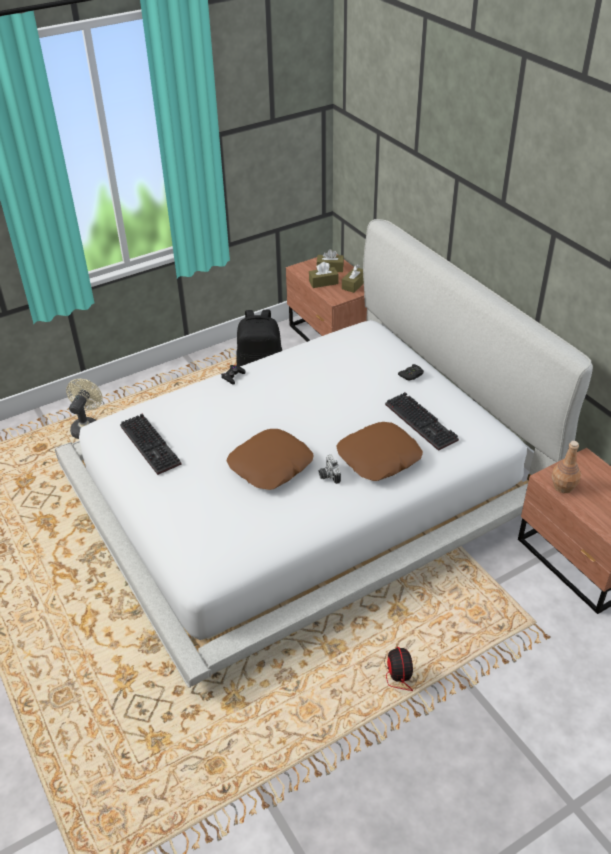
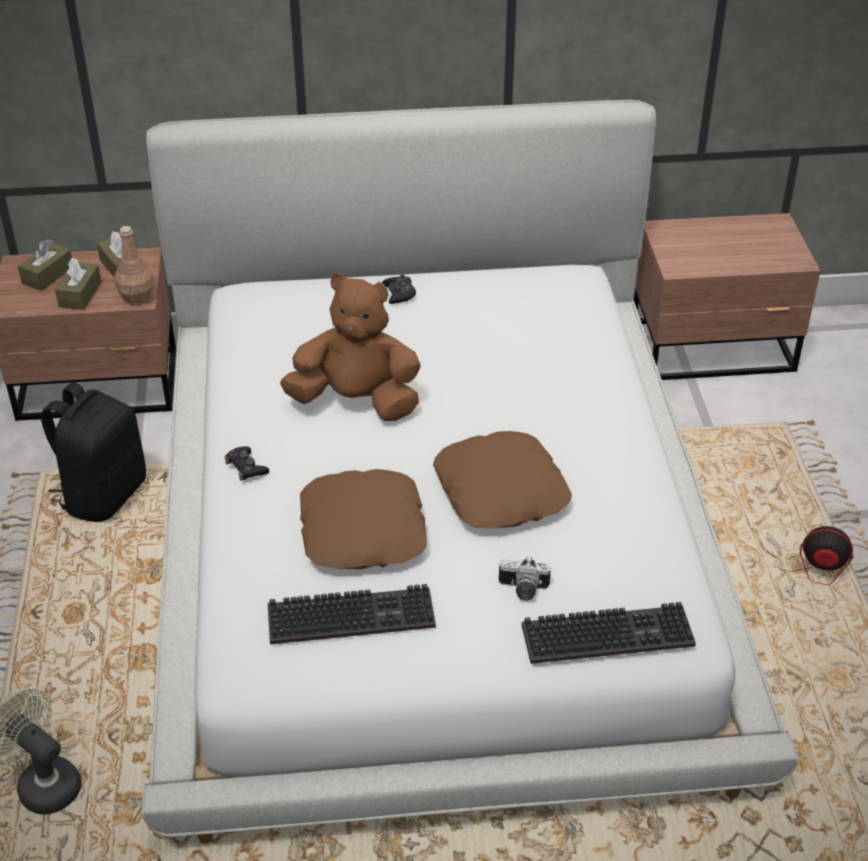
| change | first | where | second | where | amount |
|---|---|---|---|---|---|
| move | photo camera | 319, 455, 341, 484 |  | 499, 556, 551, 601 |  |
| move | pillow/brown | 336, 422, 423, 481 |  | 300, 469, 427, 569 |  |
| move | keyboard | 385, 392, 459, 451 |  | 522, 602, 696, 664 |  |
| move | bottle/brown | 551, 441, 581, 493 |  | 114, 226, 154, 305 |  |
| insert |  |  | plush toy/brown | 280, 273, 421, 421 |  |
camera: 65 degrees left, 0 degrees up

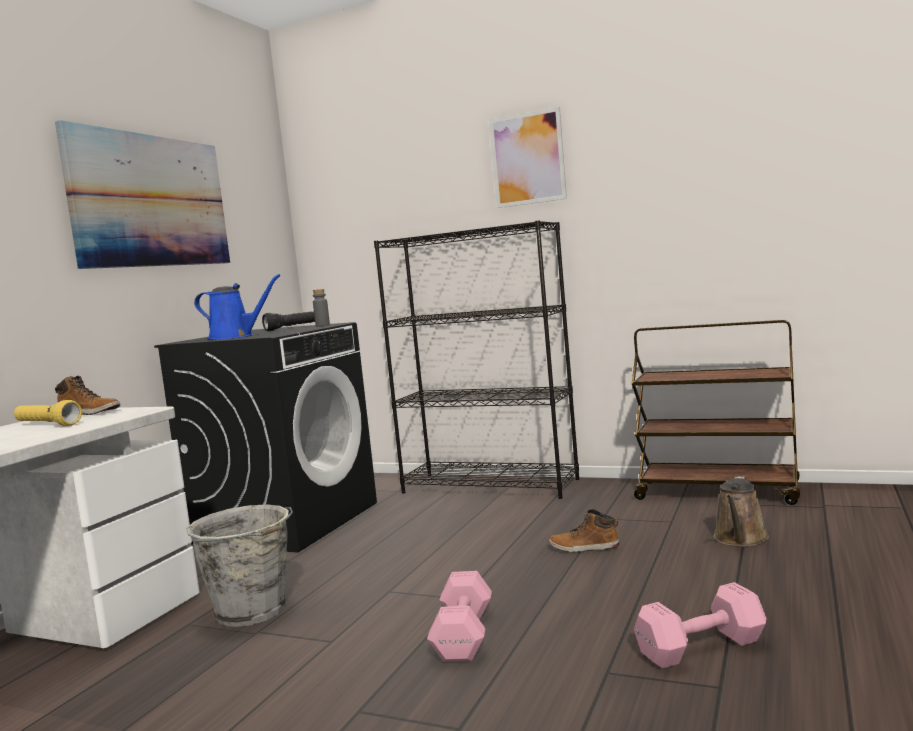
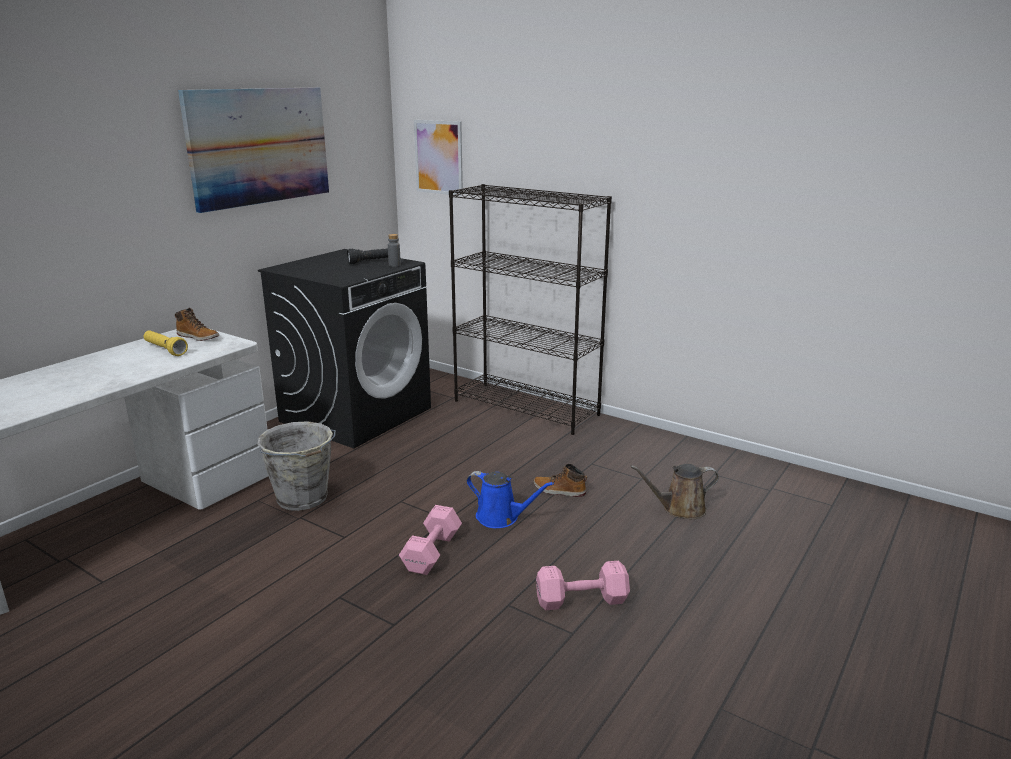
| change | first | where | second | where | amount |
|---|---|---|---|---|---|
| move | watering can/blue | 194, 274, 280, 340 |  | 467, 471, 554, 528 |  |
| move | picture | 489, 107, 567, 208 |  | 414, 120, 463, 196 |  |
| delete | cart/brown | 632, 320, 800, 505 |  |  |  |
| rotate | watering can/brown | 714, 476, 769, 547 |  | 630, 464, 719, 519 | 45 degrees clockwise |
camera: 10 degrees right, 15 degrees up

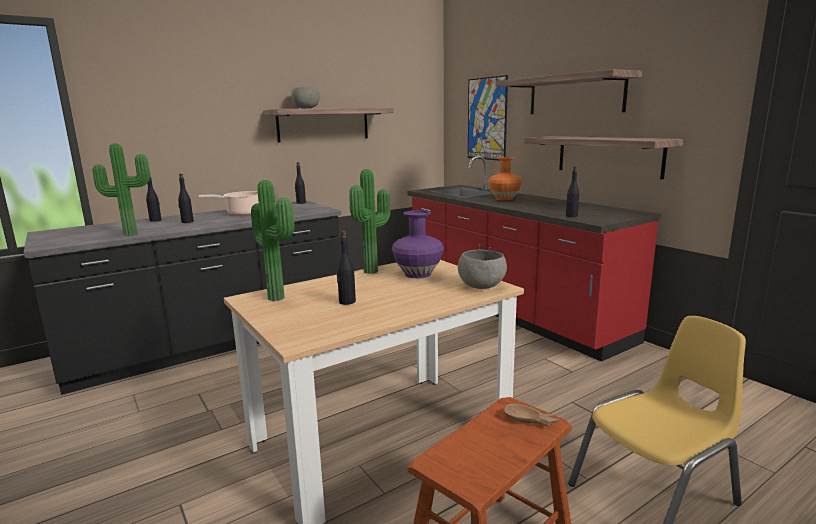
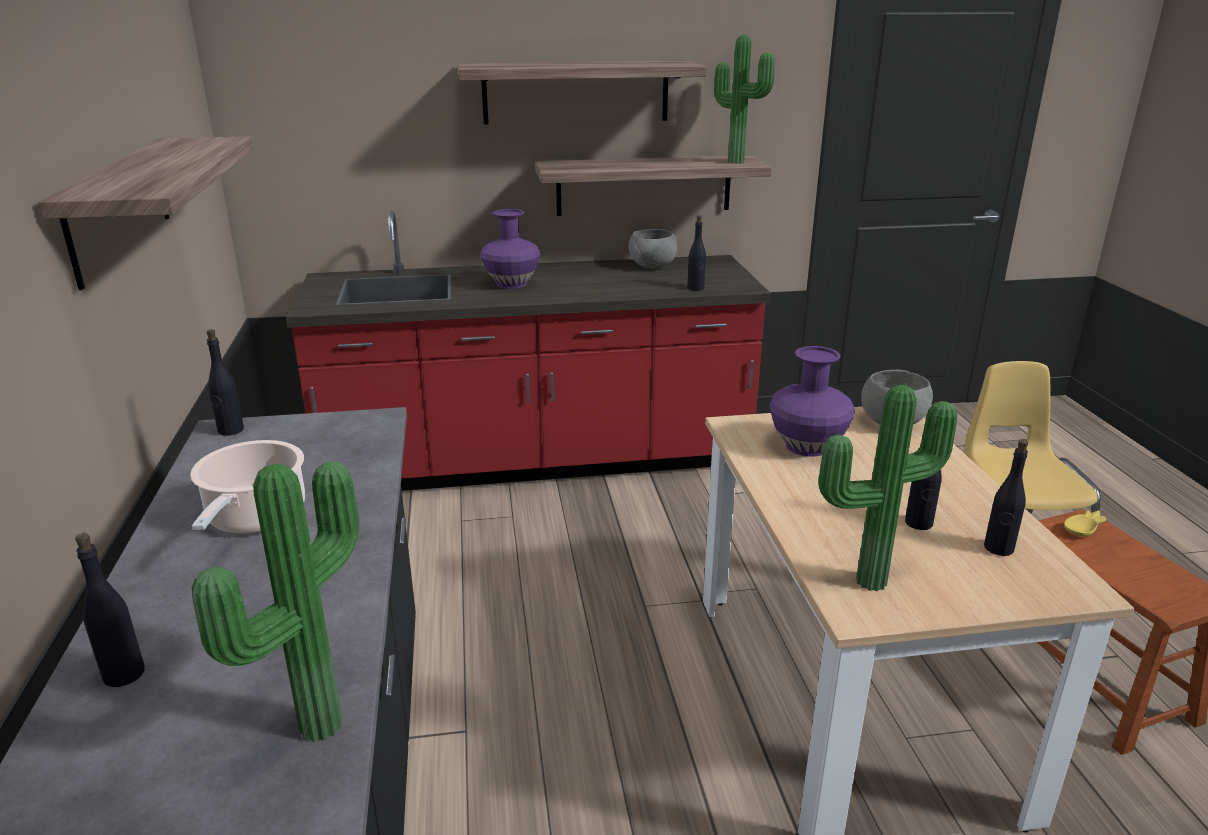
| change | first | where | second | where | amount |
|---|---|---|---|---|---|
| move | bottle/black | 178, 174, 194, 223 |  | 984, 439, 1028, 556 |  |
| move | bowl/grey | 291, 87, 320, 109 |  | 629, 229, 677, 269 |  |
| move | potted plant | 349, 169, 391, 274 |  | 714, 35, 775, 164 |  |
| delete | picture | 468, 75, 508, 161 |  |  |  |
| recolor | vase/orange | 488, 157, 522, 200 | vase/purple | 480, 209, 540, 289 |  |
| recolor | bowl/brown | 504, 404, 559, 426 | bowl/yellow | 1064, 510, 1106, 537 |  |
camera: 65 degrees left, 10 degrees up

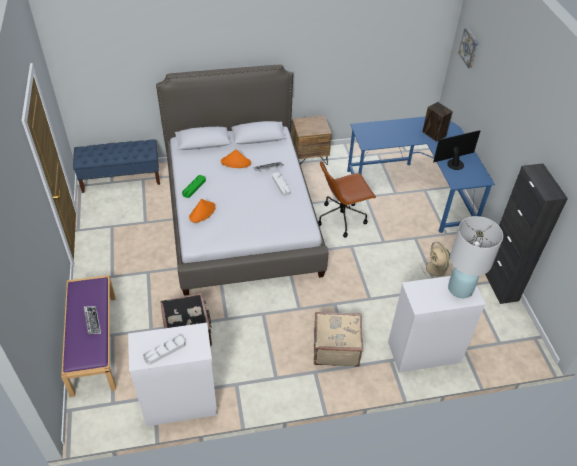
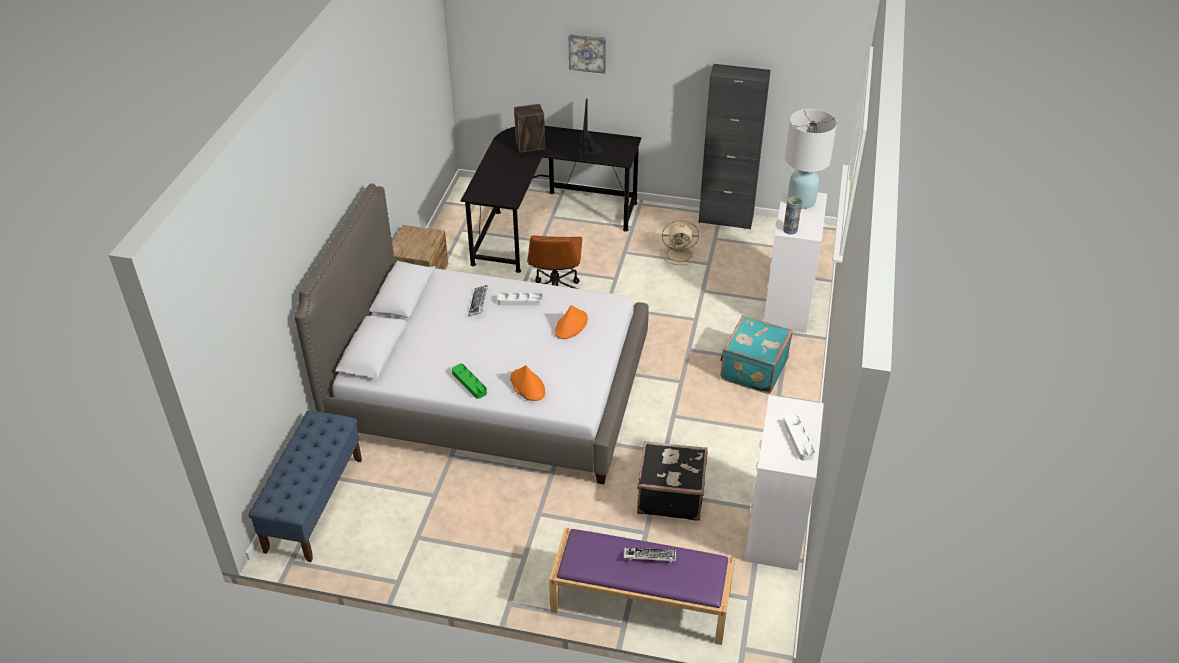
| change | first | where | second | where | amount |
|---|---|---|---|---|---|
| move | hat/orange | 221, 149, 251, 168 |  | 555, 305, 588, 339 |  |
| recolor | suitcase/beige | 314, 312, 363, 367 | suitcase/turquoise | 720, 315, 793, 394 |  |
| recolor | desk/blue | 347, 116, 495, 233 | desk/black | 461, 126, 642, 273 |  |
| move | picture | 458, 28, 479, 68 |  | 569, 34, 606, 74 |  |
| insert |  |  | vase | 783, 197, 802, 235 |  |
camera: 65 degrees left, 5 degrees down

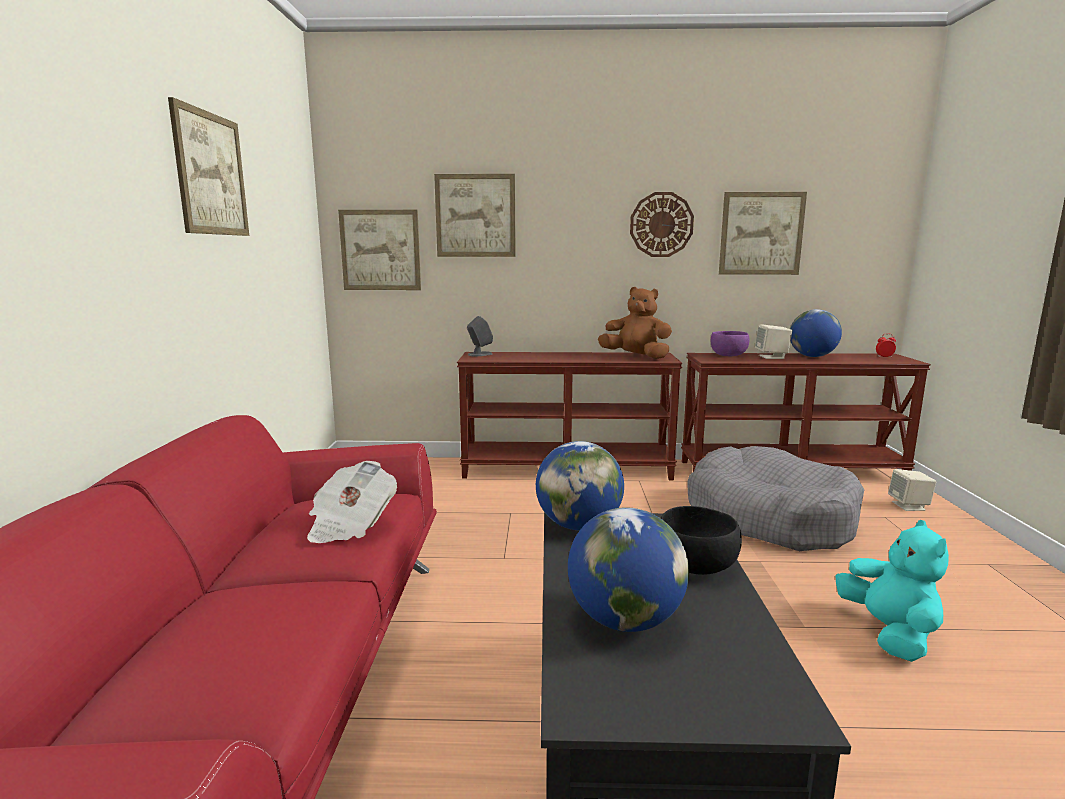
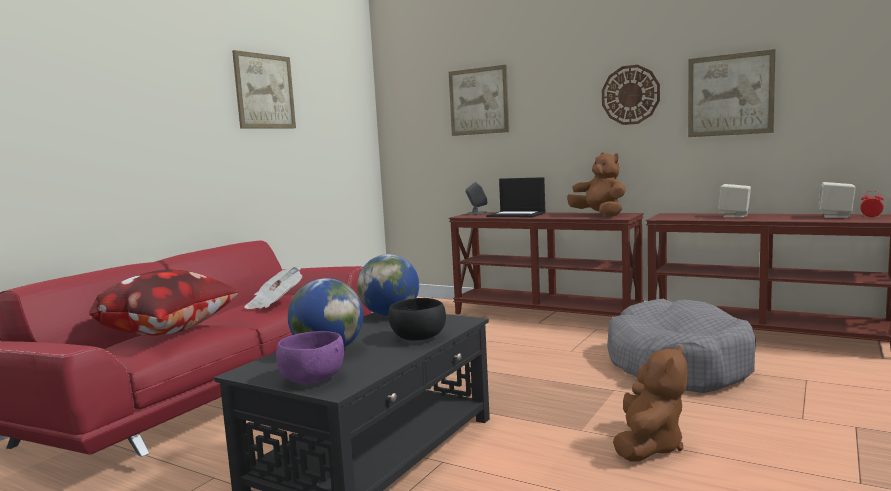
| change | first | where | second | where | amount |
|---|---|---|---|---|---|
| delete | picture | 338, 210, 421, 290 |  |  |  |
| move | bowl/purple | 711, 331, 749, 356 |  | 276, 331, 344, 384 |  |
| delete | globe | 790, 309, 842, 357 |  |  |  |
| recolor | plush toy/turquoise | 836, 520, 949, 662 | plush toy/brown | 613, 345, 688, 462 |  |
| move | speaker/beige | 888, 469, 936, 511 |  | 818, 182, 856, 218 |  |
| insert |  |  | pillow | 89, 269, 240, 336 |  |
| insert |  |  | laptop | 486, 177, 545, 217 |  |
camera: 30 degrees right, 5 degrees down

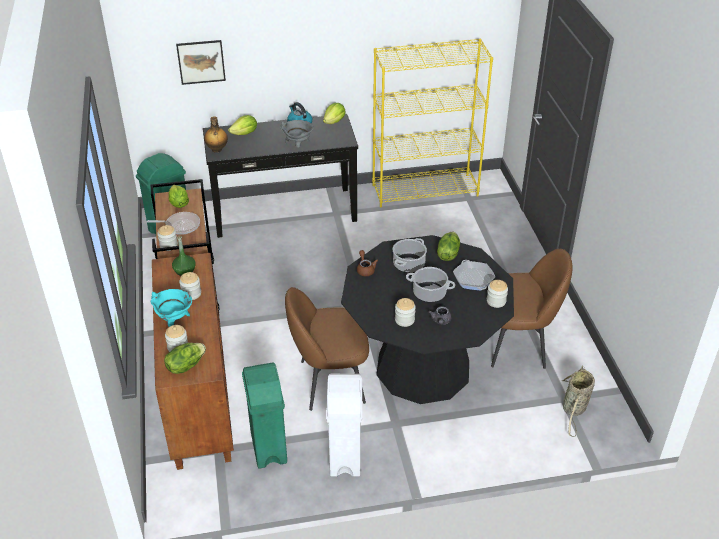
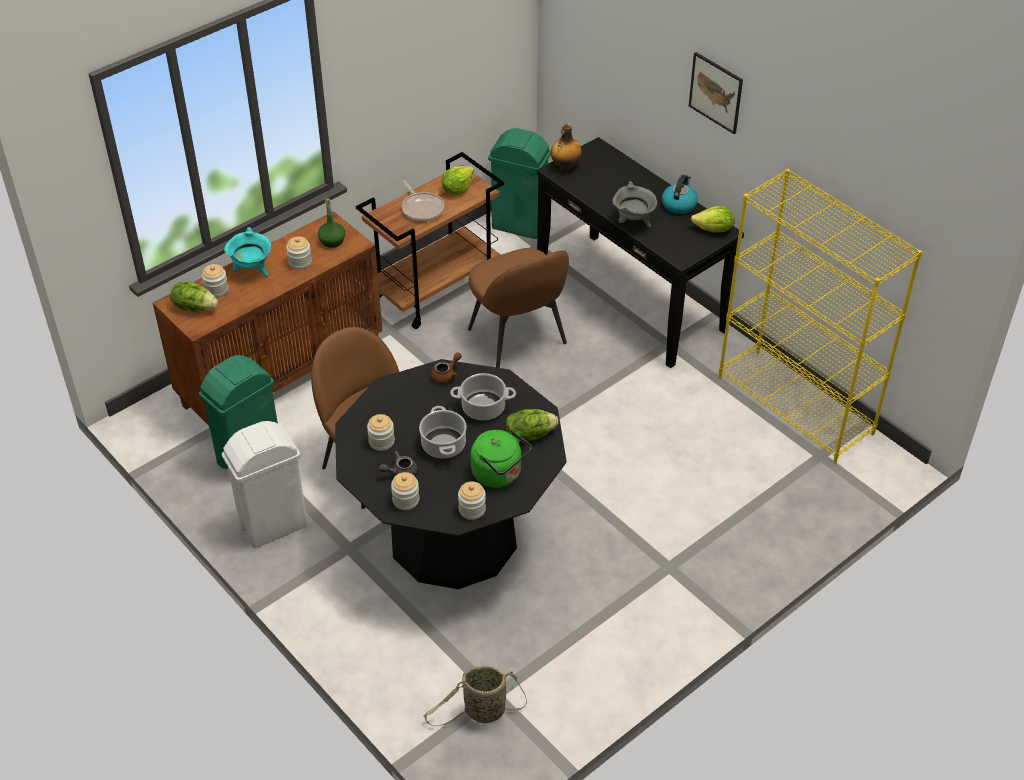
| change | first | where | second | where | amount |
|---|---|---|---|---|---|
| move | jar | 157, 225, 178, 251 |  | 391, 472, 419, 510 |  |
| move | picture | 176, 40, 226, 85 |  | 689, 52, 743, 134 |  |
| delete | lettuce | 228, 115, 257, 135 |  |  |  |
| replace | frying pan | 453, 260, 495, 291 | kettle/green | 471, 430, 532, 488 |  |
| move | chair/brown | 491, 249, 573, 369 |  | 468, 248, 569, 368 |  |
camera: 60 degrees right, 5 degrees up

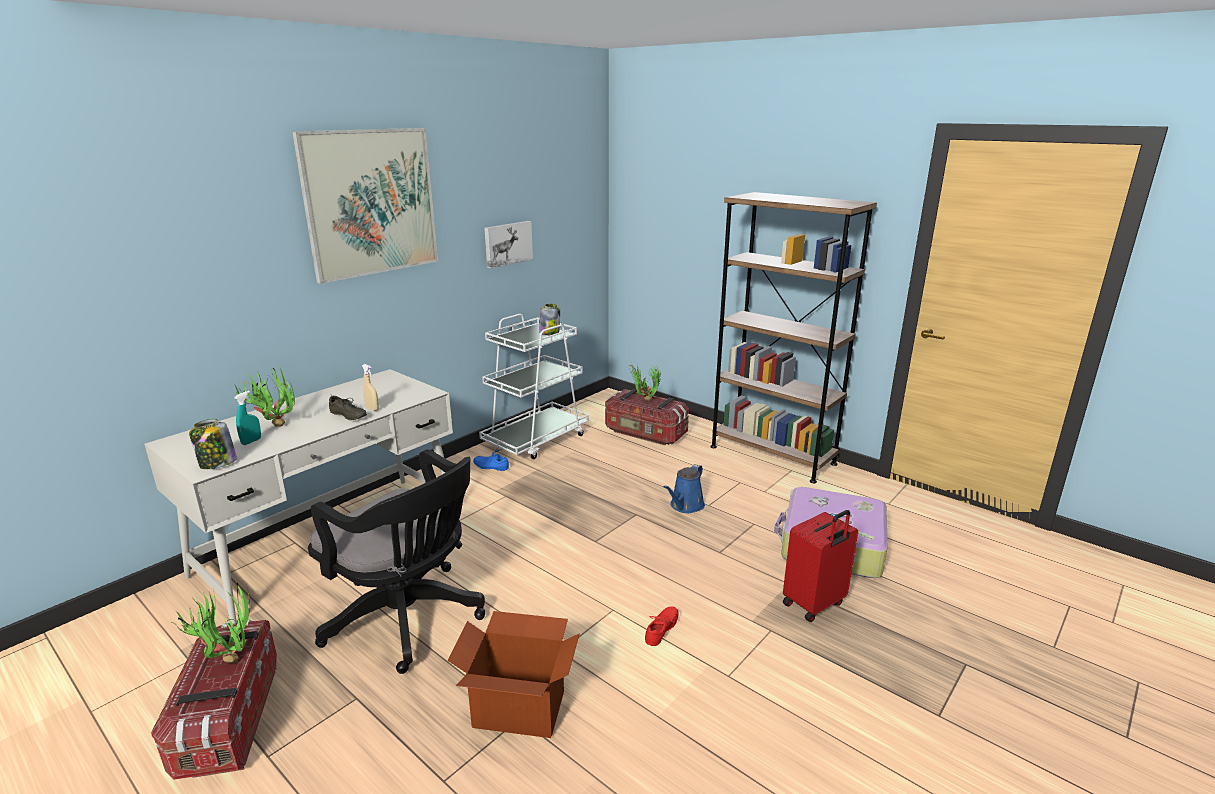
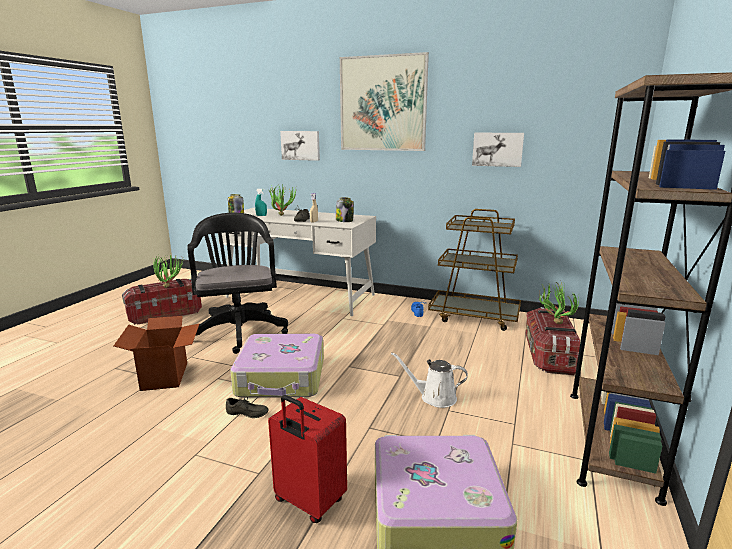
| change | first | where | second | where | amount |
|---|---|---|---|---|---|
| rotate | office chair/black | 308, 449, 485, 674 |  | 187, 213, 288, 354 | 150 degrees clockwise |
| recolor | cart/white | 479, 314, 589, 459 | cart/brown | 428, 209, 521, 331 |  |
| move | jar | 539, 304, 560, 335 |  | 336, 197, 354, 222 |  |
| recolor | shoe/red | 645, 606, 679, 646 | shoe/grey | 226, 397, 269, 418 |  |
| recolor | watering can/blue | 663, 464, 705, 513 | watering can/white | 391, 352, 468, 408 |  |
| insert |  |  | suitcase | 230, 334, 324, 398 |  |
| insert |  |  | picture | 280, 131, 320, 161 |  |
camera: 70 degrees right, 5 degrees down

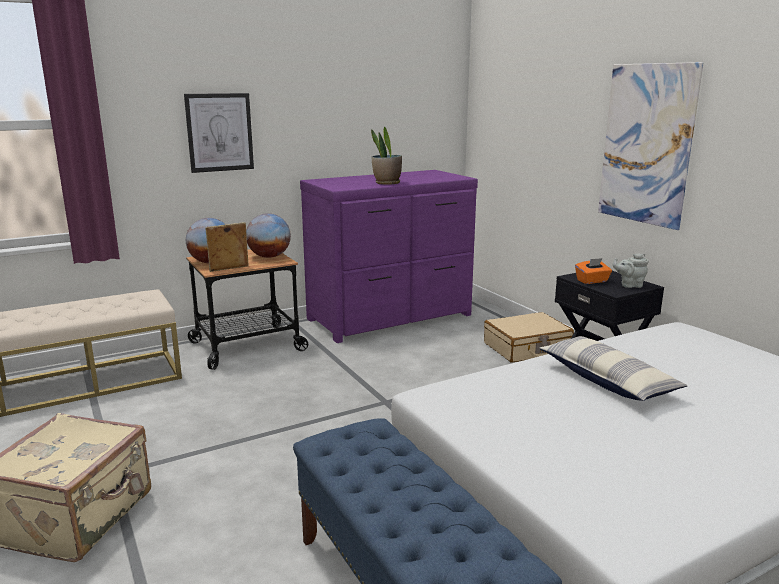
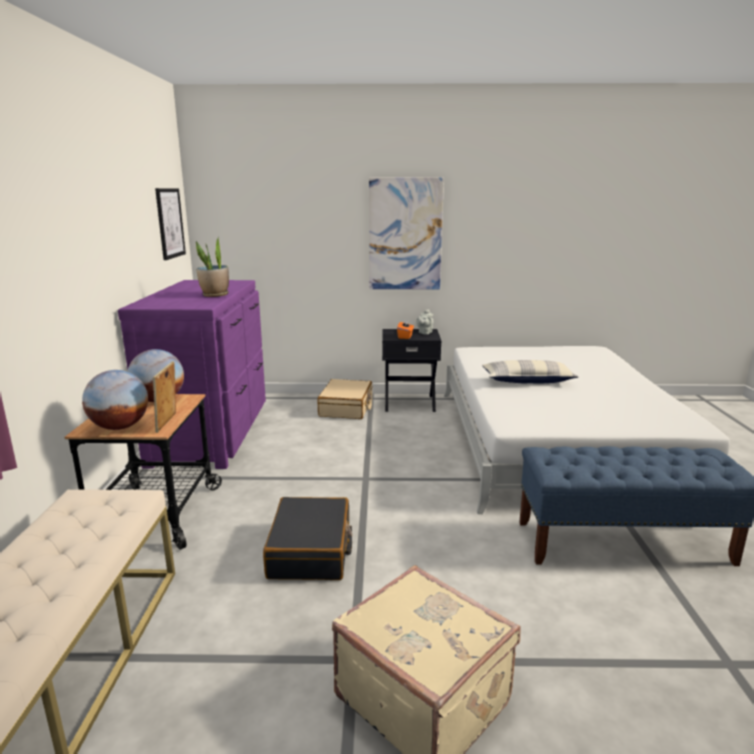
| change | first | where | second | where | amount |
|---|---|---|---|---|---|
| move | picture | 184, 93, 254, 173 |  | 155, 188, 186, 260 |  |
| insert |  |  | suitcase/black | 263, 497, 352, 580 |  |
camera: 60 degrees left, 0 degrees up

